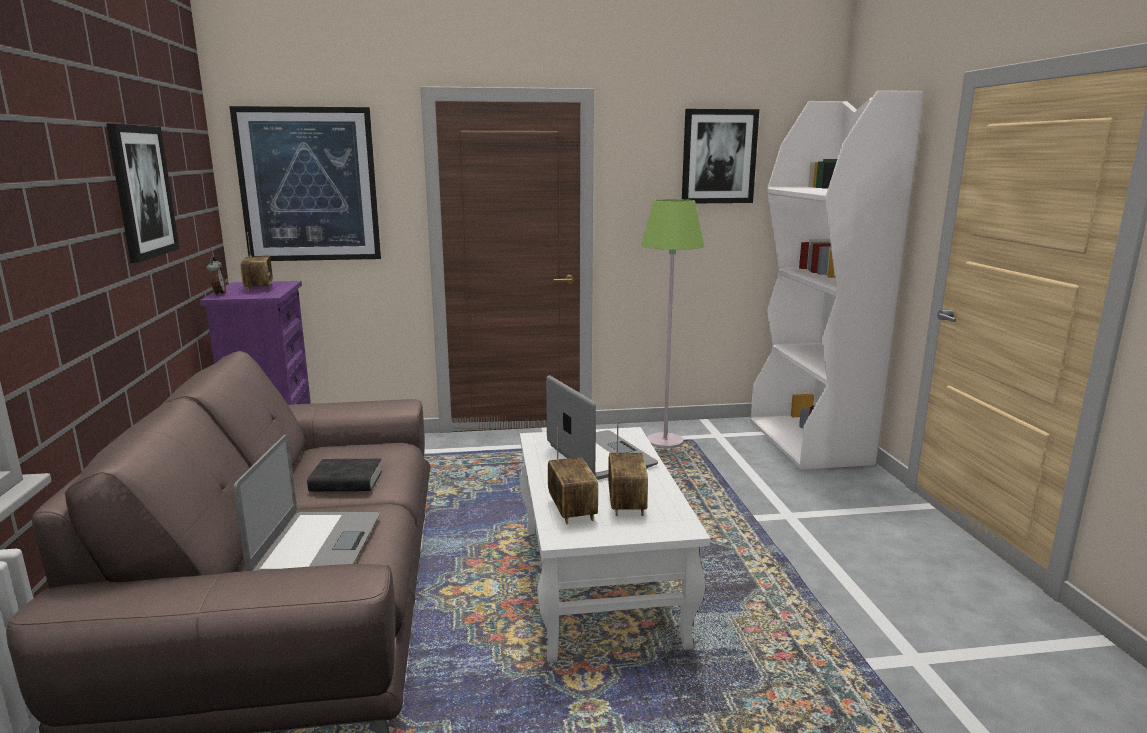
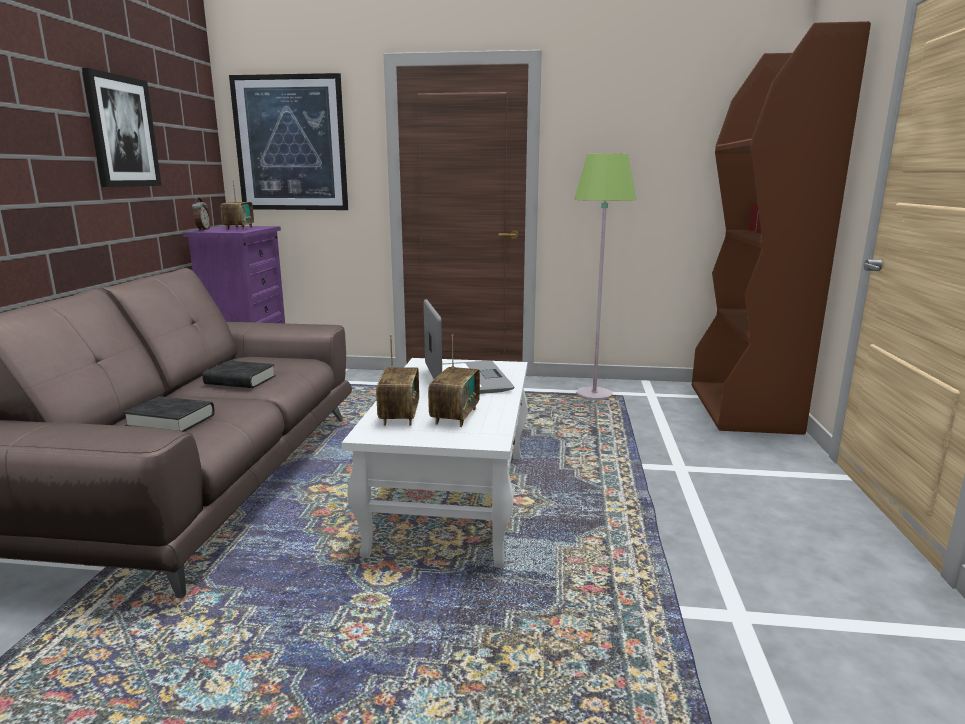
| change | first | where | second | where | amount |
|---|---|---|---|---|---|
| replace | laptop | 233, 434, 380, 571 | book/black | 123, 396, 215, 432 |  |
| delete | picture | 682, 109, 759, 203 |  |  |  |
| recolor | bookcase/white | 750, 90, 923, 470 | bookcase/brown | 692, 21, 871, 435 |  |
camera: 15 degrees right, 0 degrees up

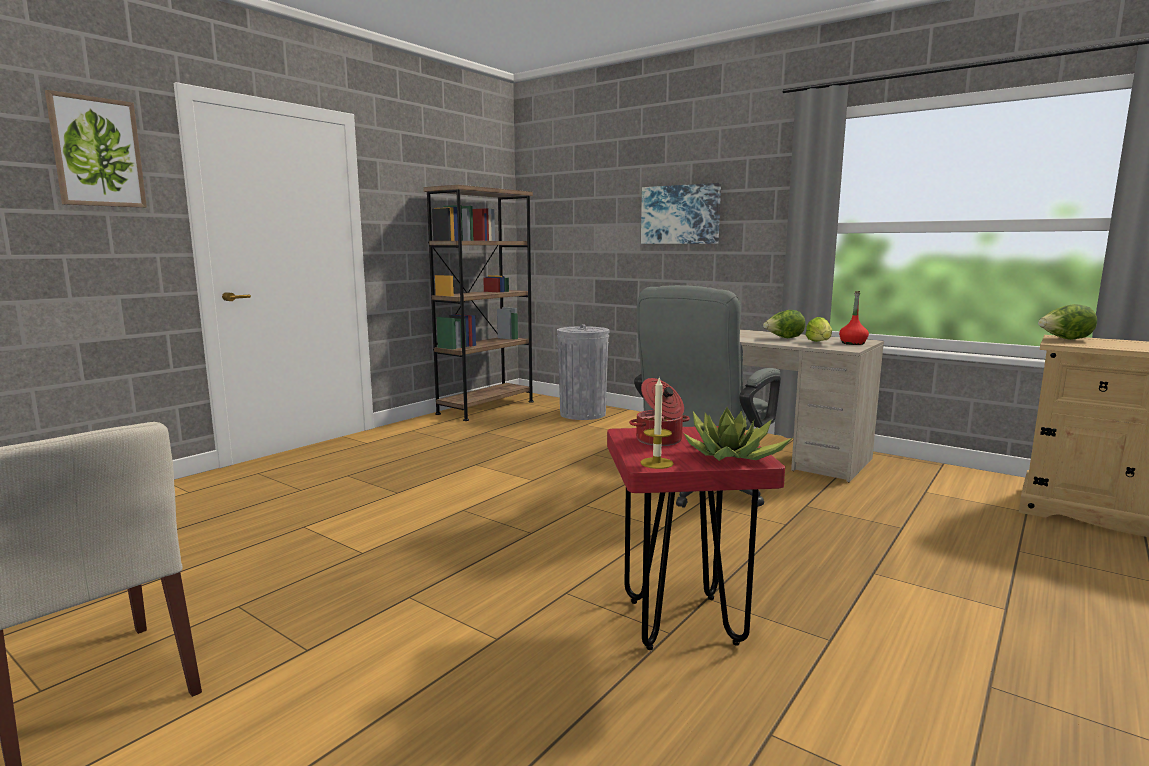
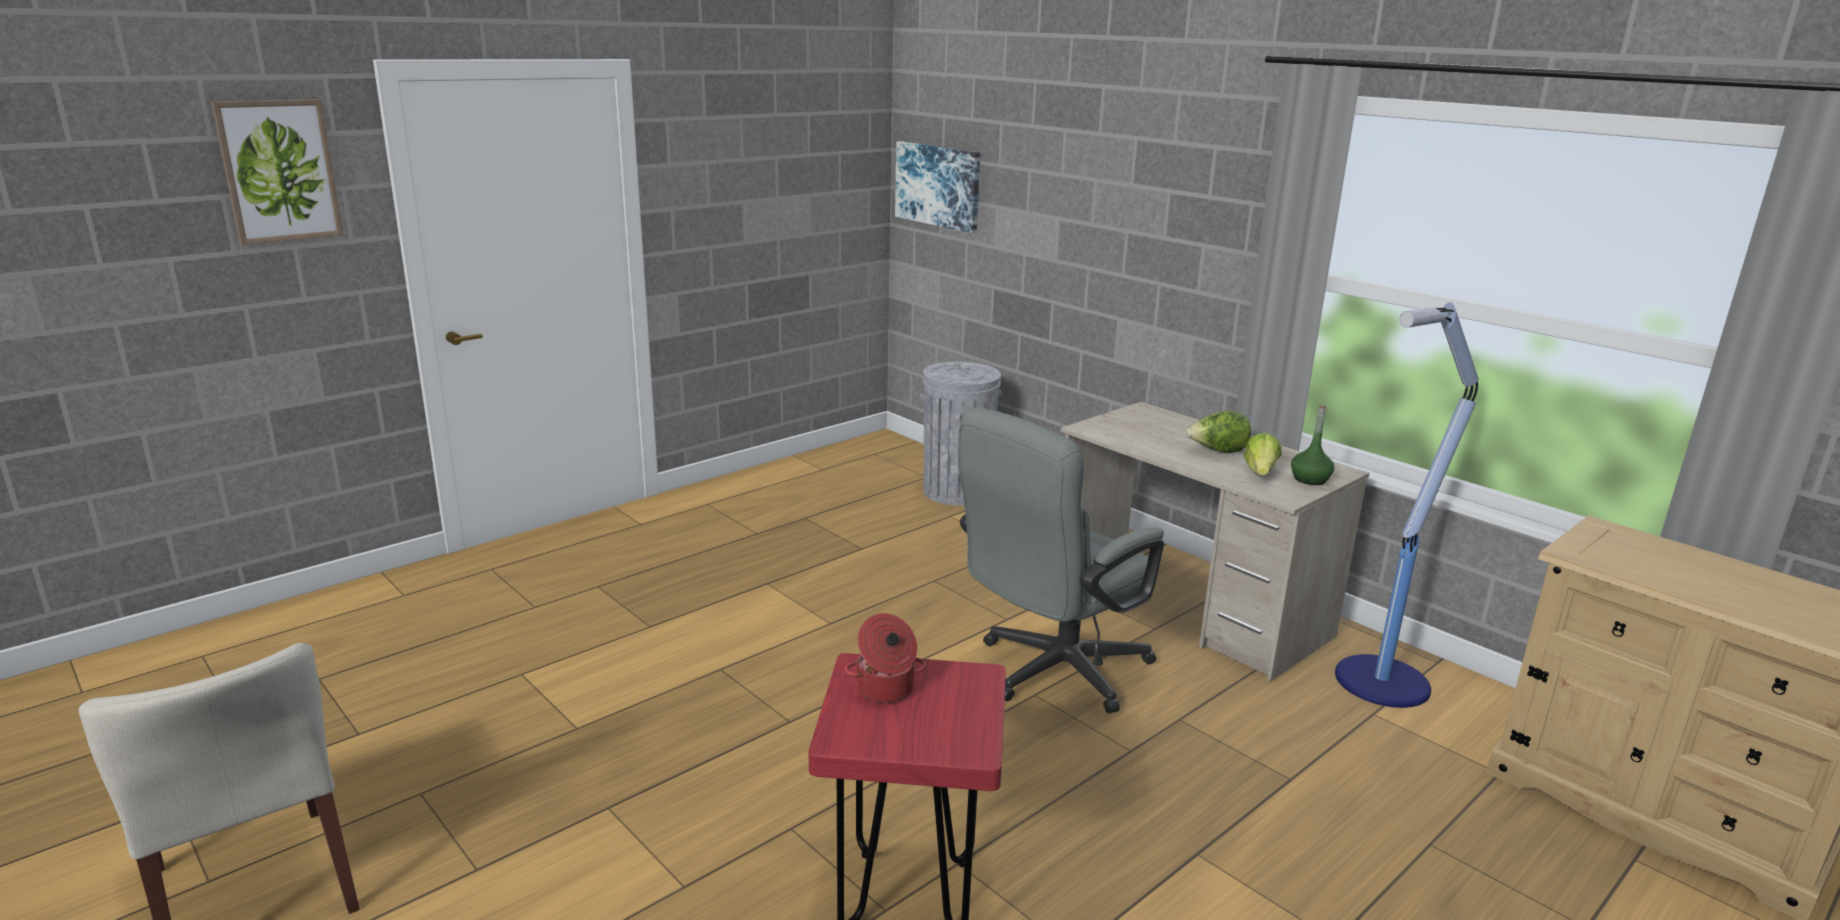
| change | first | where | second | where | amount |
|---|---|---|---|---|---|
| delete | bookcase/brown | 423, 185, 534, 421 |  |  |  |
| delete | candle | 640, 376, 674, 469 |  |  |  |
| move | picture | 641, 183, 721, 244 |  | 895, 141, 980, 233 |  |
| delete | potted plant | 684, 407, 792, 461 |  |  |  |
| recolor | bottle/red | 839, 291, 869, 345 | bottle/green | 1291, 405, 1334, 485 |  |
| delete | lettuce | 1038, 304, 1097, 340 |  |  |  |
| insert |  |  | floor lamp | 1335, 302, 1479, 708 |  |
camera: 10 degrees right, 10 degrees up

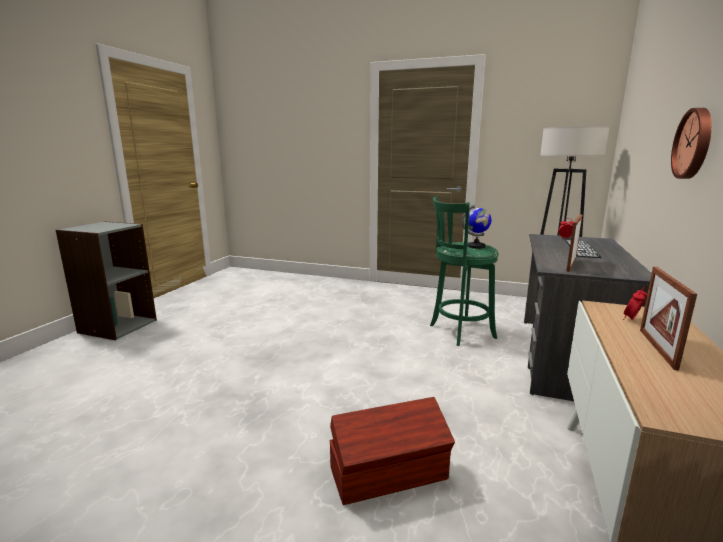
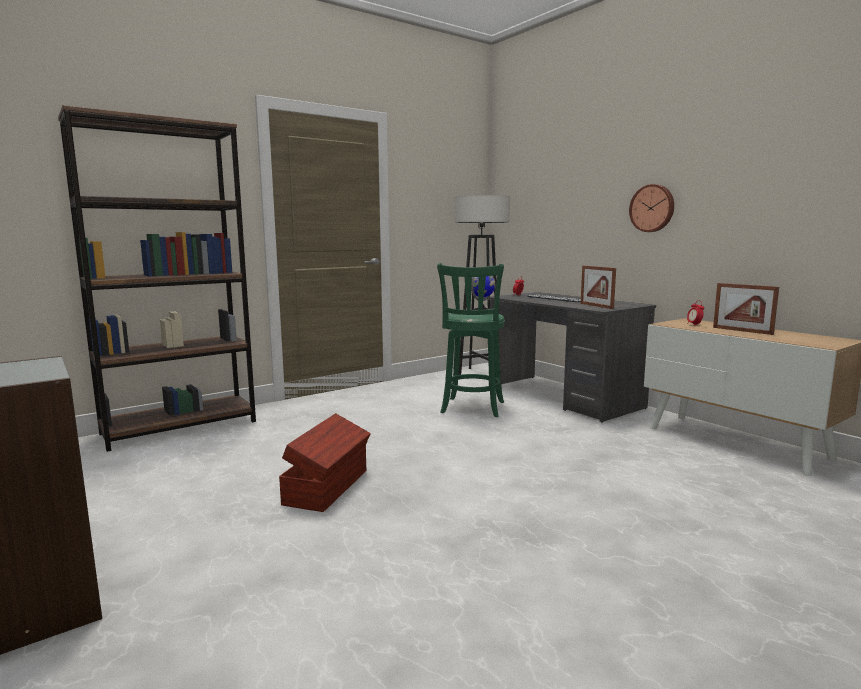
| change | first | where | second | where | amount |
|---|---|---|---|---|---|
| move | storage box/brown | 329, 397, 455, 505 |  | 279, 413, 371, 512 |  |
| insert |  |  | bookcase/brown | 58, 105, 256, 452 |  |
camera: 55 degrees left, 5 degrees down

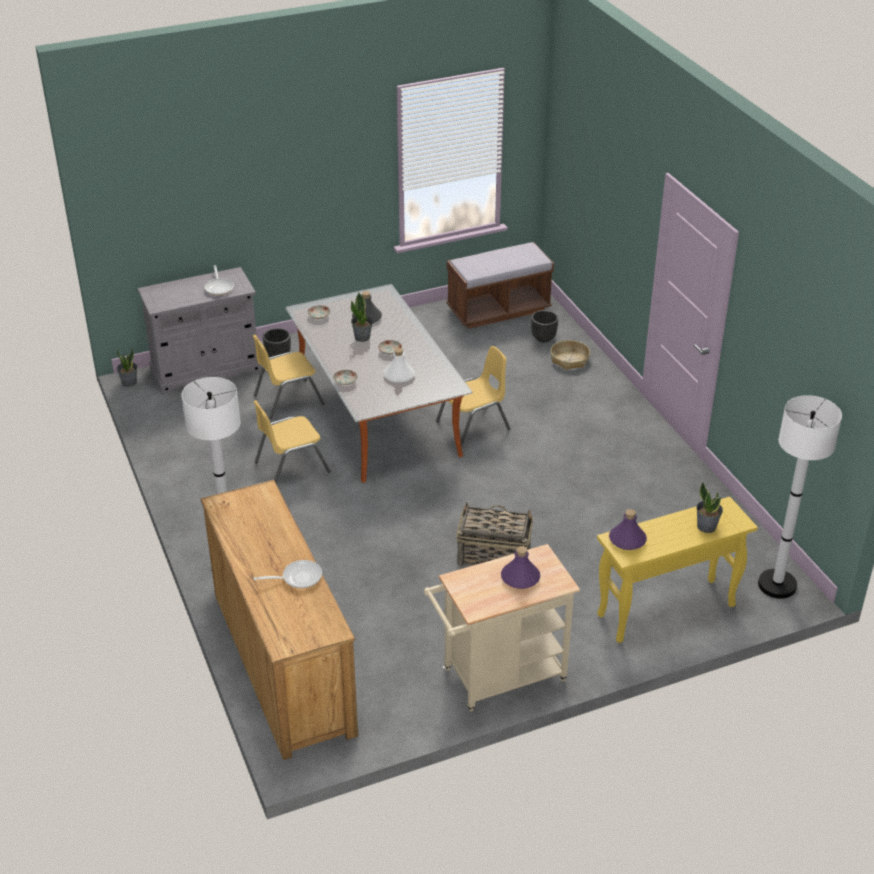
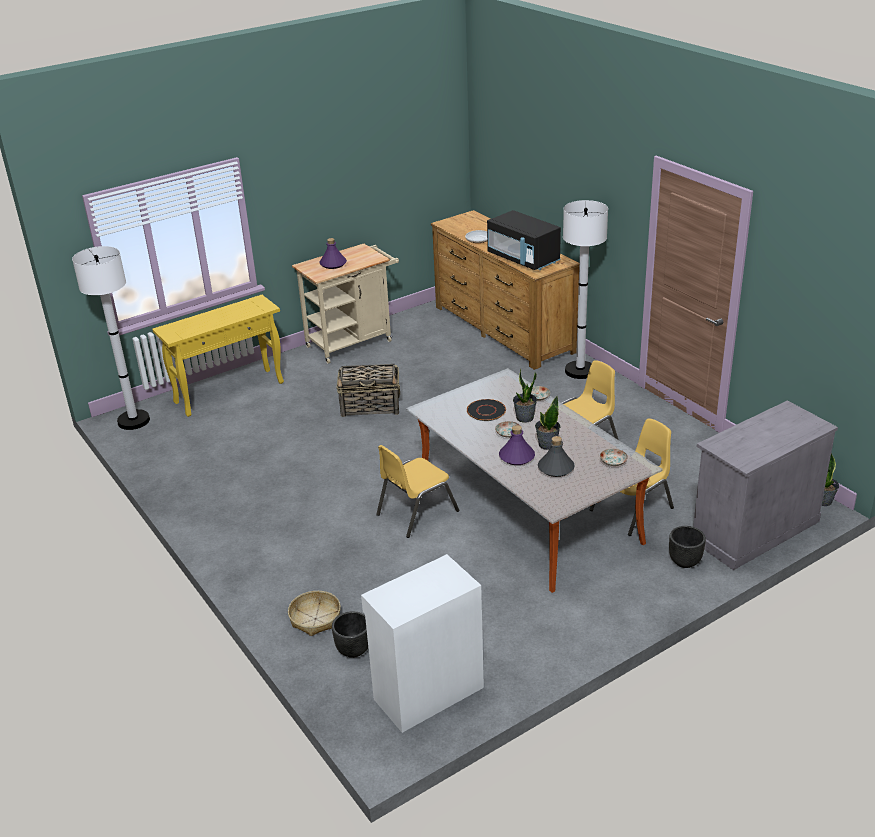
| change | first | where | second | where | amount |
|---|---|---|---|---|---|
| delete | frying pan | 205, 265, 234, 296 |  |  |  |
| replace | bottle/white | 383, 348, 415, 383 | plate/black | 467, 399, 506, 421 |  |
| replace | bench/brown | 446, 242, 554, 329 | cabinet/white | 361, 554, 484, 733 |  |
| move | bottle/purple | 609, 509, 647, 550 |  | 499, 425, 535, 465 |  |
| move | potted plant | 696, 482, 723, 533 |  | 513, 369, 537, 423 |  |
| insert |  |  | microwave/black | 487, 210, 561, 270 |  |
camera: 170 degrees right, 5 degrees down

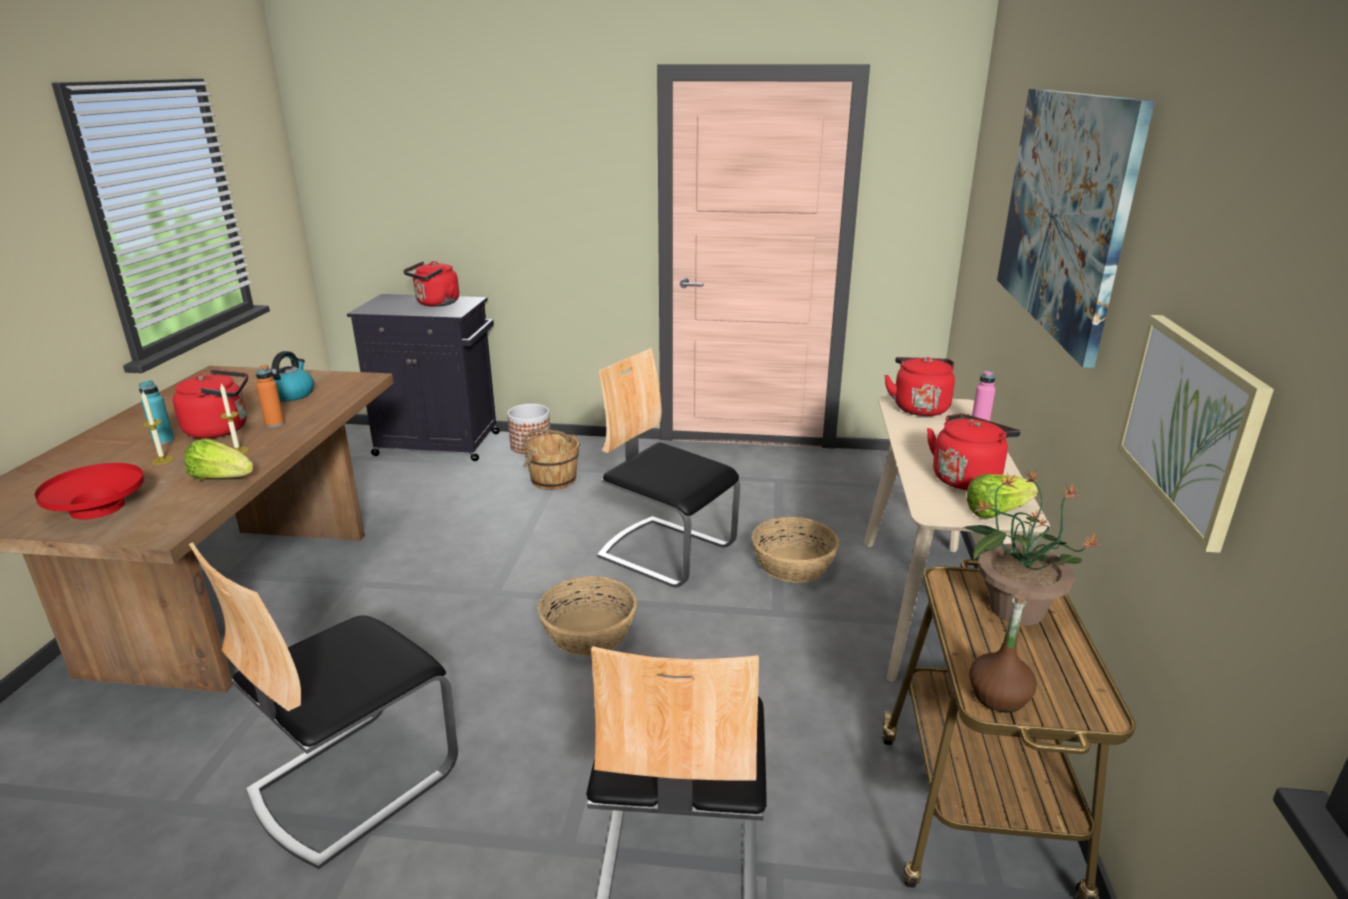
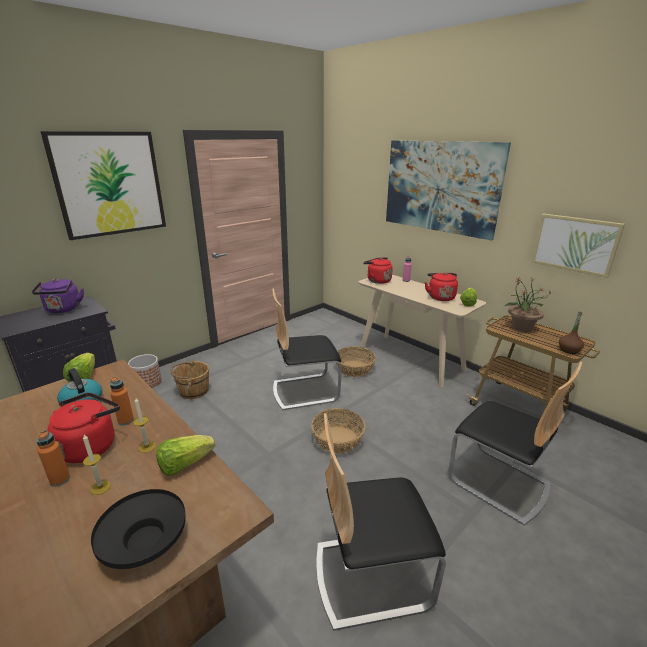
| change | first | where | second | where | amount |
|---|---|---|---|---|---|
| recolor | bowl/red | 35, 463, 144, 519 | bowl/black | 91, 489, 186, 569 |  |
| recolor | bottle/turquoise | 139, 380, 175, 445 | bottle/orange | 36, 430, 70, 487 |  |
| rotate | chair | 189, 542, 458, 869 |  | 316, 413, 446, 631 | 90 degrees clockwise |
| recolor | kettle/red | 403, 261, 459, 307 | kettle/purple | 32, 279, 84, 313 |  |
| insert |  |  | picture | 41, 131, 166, 240 |  |
| insert |  |  | lettuce | 63, 353, 95, 383 |  |
camera: 50 degrees left, 0 degrees up

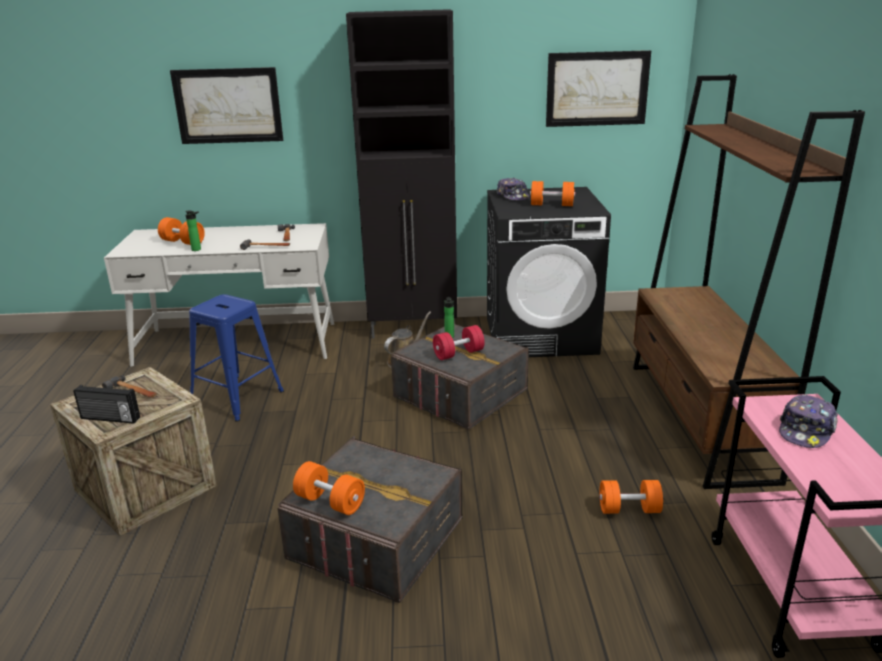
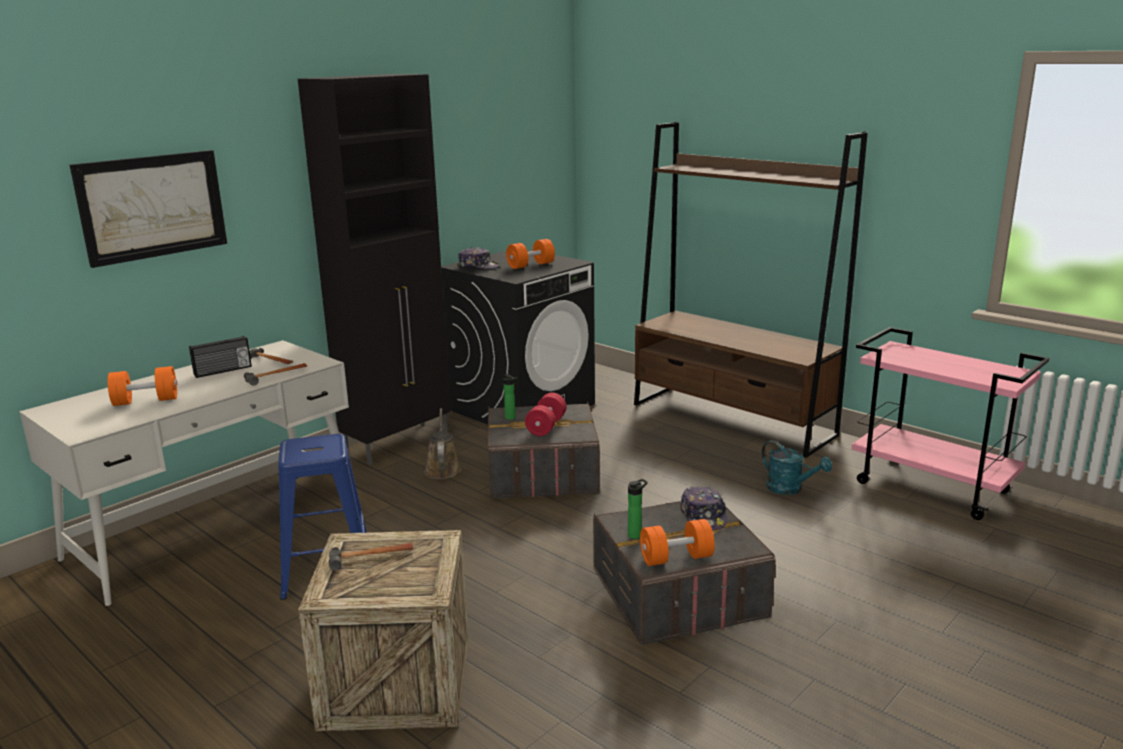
| change | first | where | second | where | amount |
|---|---|---|---|---|---|
| move | radio | 73, 385, 140, 424 |  | 189, 336, 252, 378 |  |
| move | bottle | 185, 210, 201, 251 |  | 628, 479, 648, 539 |  |
| delete | picture | 546, 50, 651, 127 |  |  |  |
| replace | dumbbell/orange | 600, 480, 663, 514 | watering can/turquoise | 762, 440, 832, 495 |  |
| move | cap | 779, 394, 838, 448 |  | 680, 487, 727, 530 |  |
camera: 45 degrees left, 5 degrees down

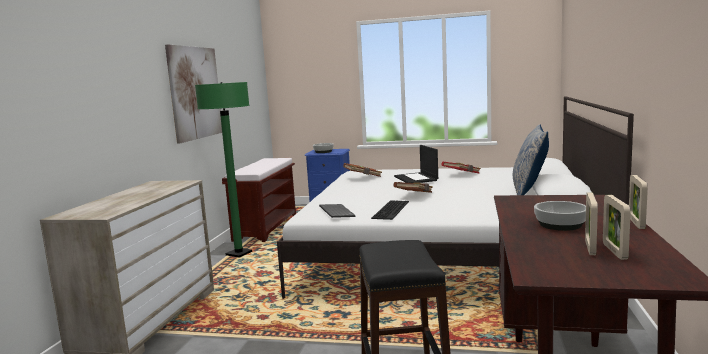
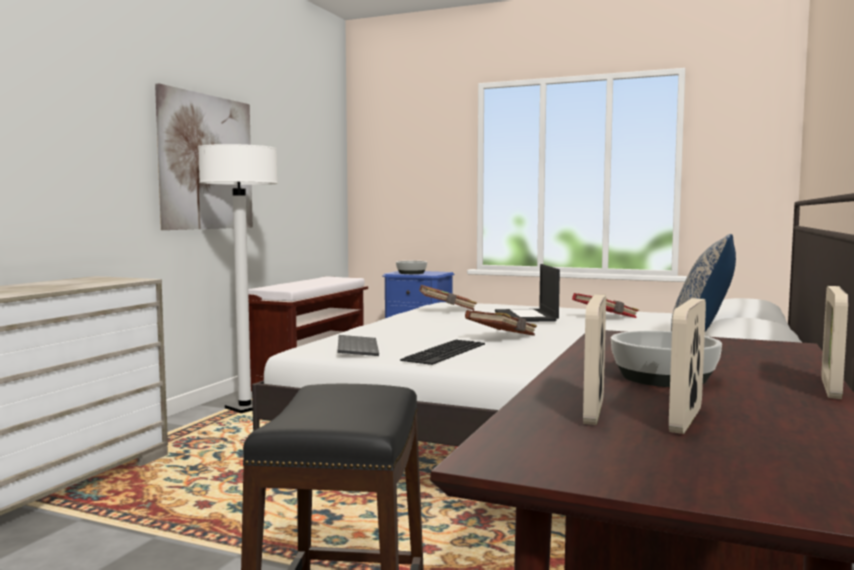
| change | first | where | second | where | amount |
|---|---|---|---|---|---|
| recolor | floor lamp/green | 195, 82, 252, 258 | floor lamp/white | 198, 144, 278, 413 |  |
| move | picture frame | 603, 195, 631, 260 |  | 583, 294, 606, 425 |  |
camera: 10 degrees right, 5 degrees down

